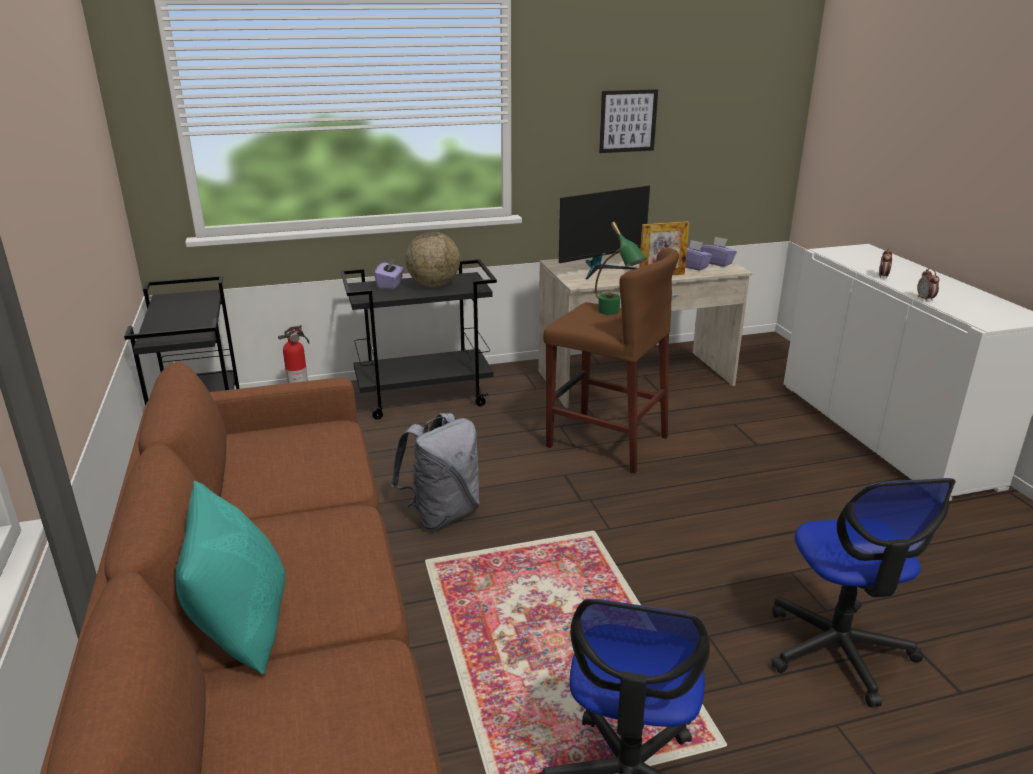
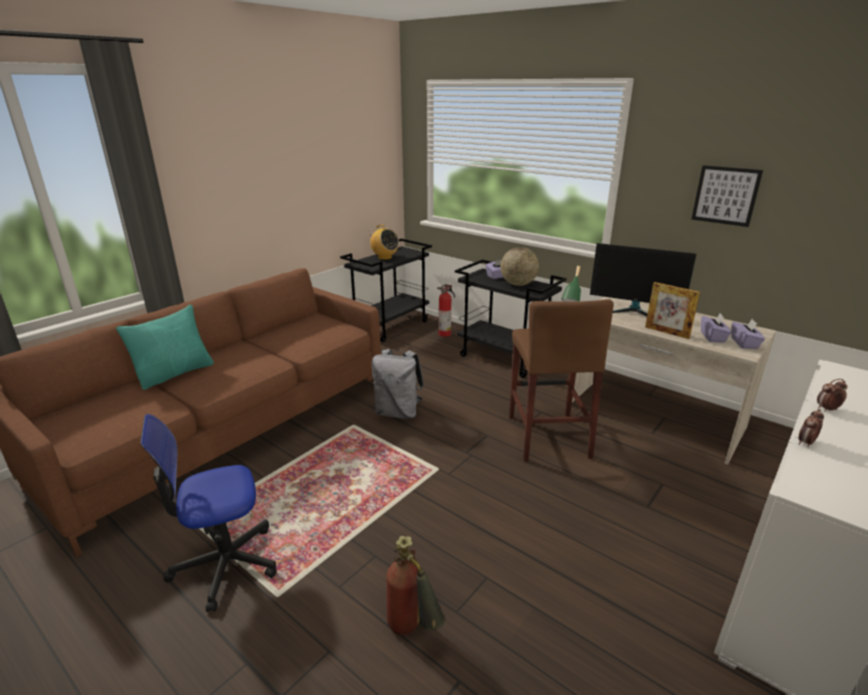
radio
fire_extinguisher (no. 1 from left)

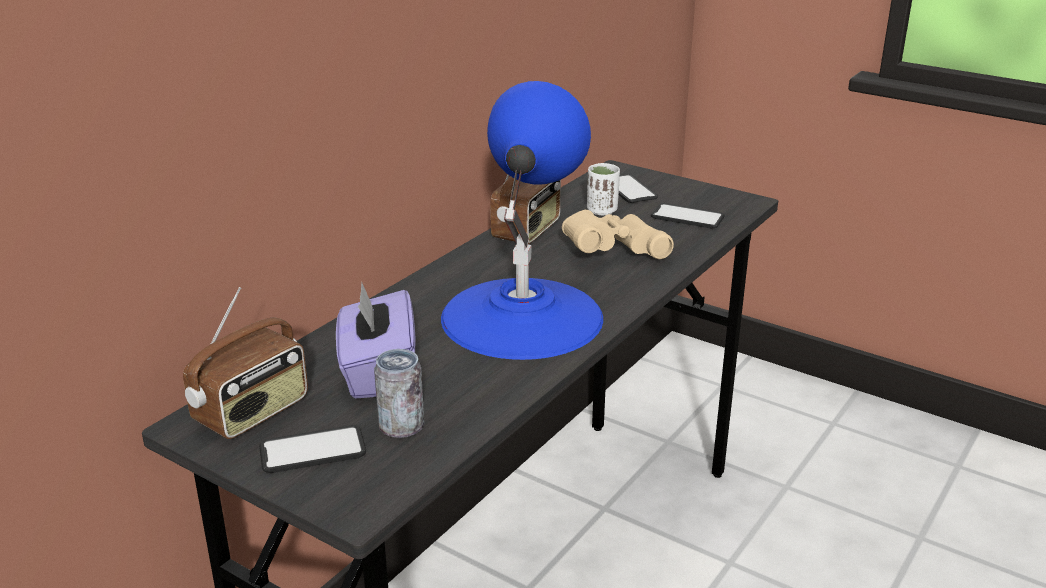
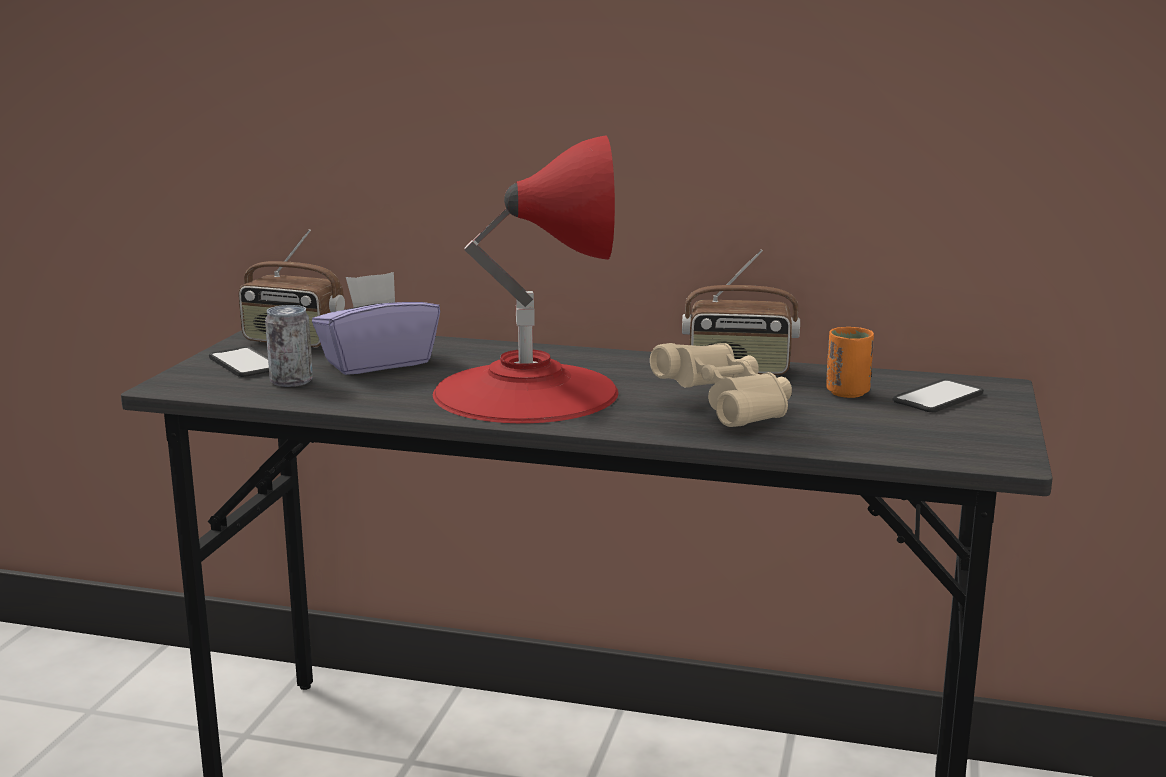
phone (no. 3 from left in the first image)
red_table_lamp
orange_cup

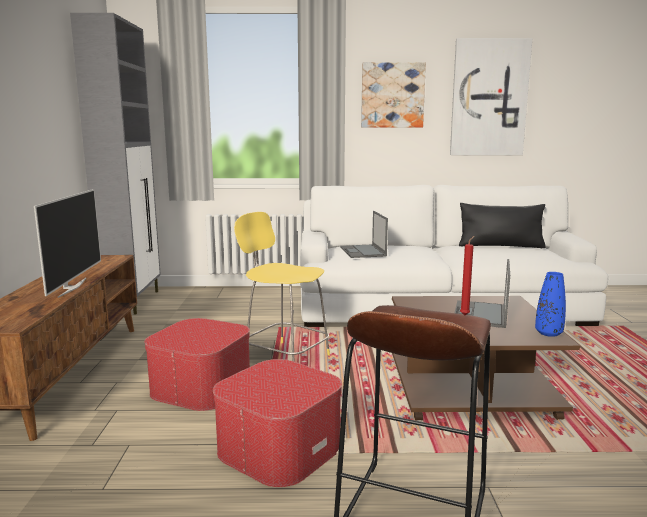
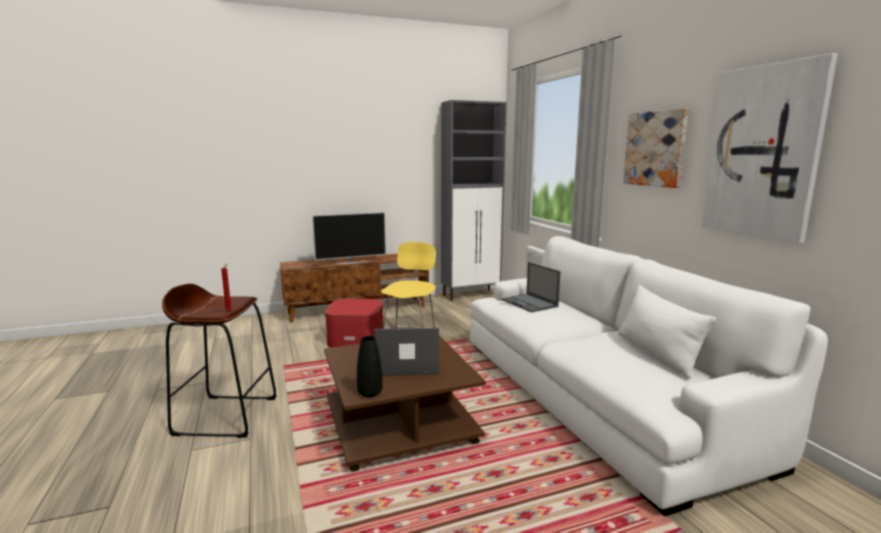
ottoman (no. 2 from left in the first image)
white_pillow
black_vase
laptop (no. 2 from left)

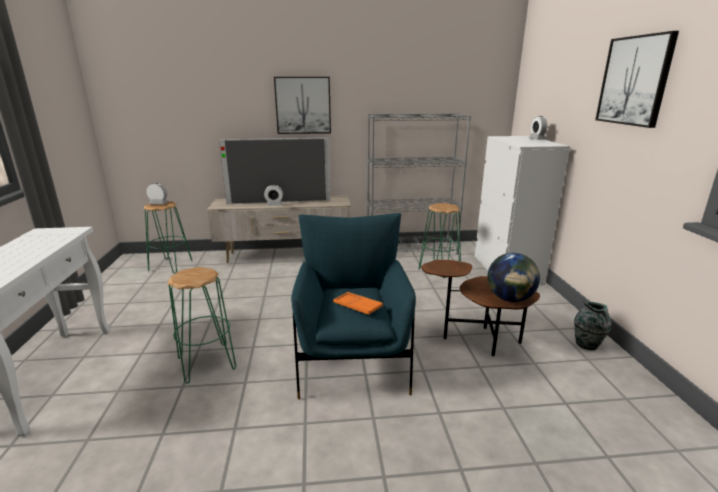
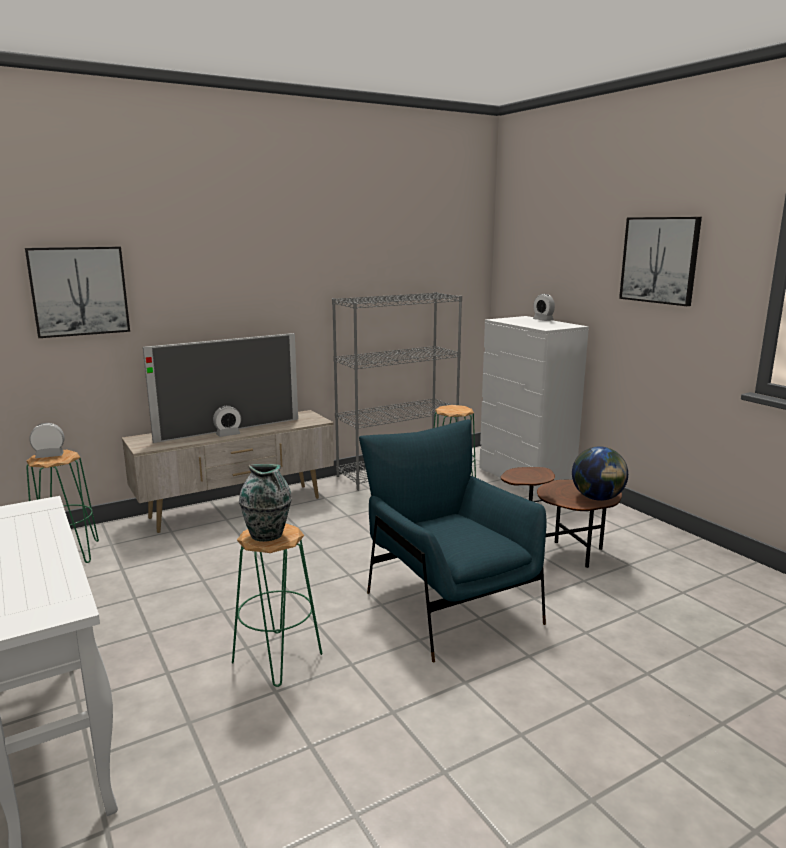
orange_tray
picture (no. 1 from left)
vase

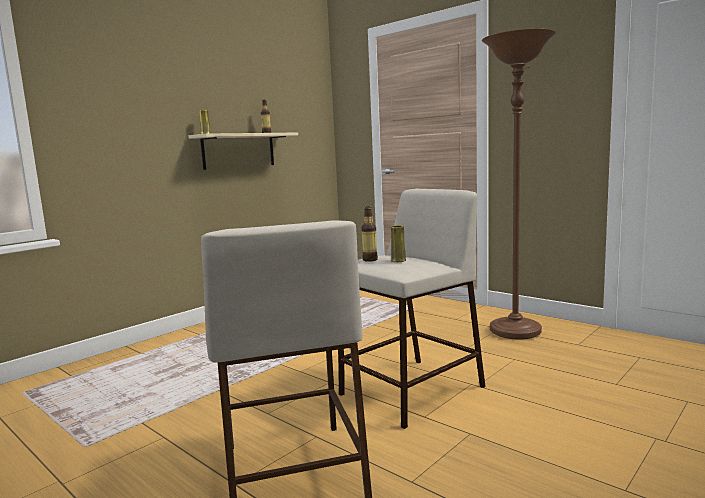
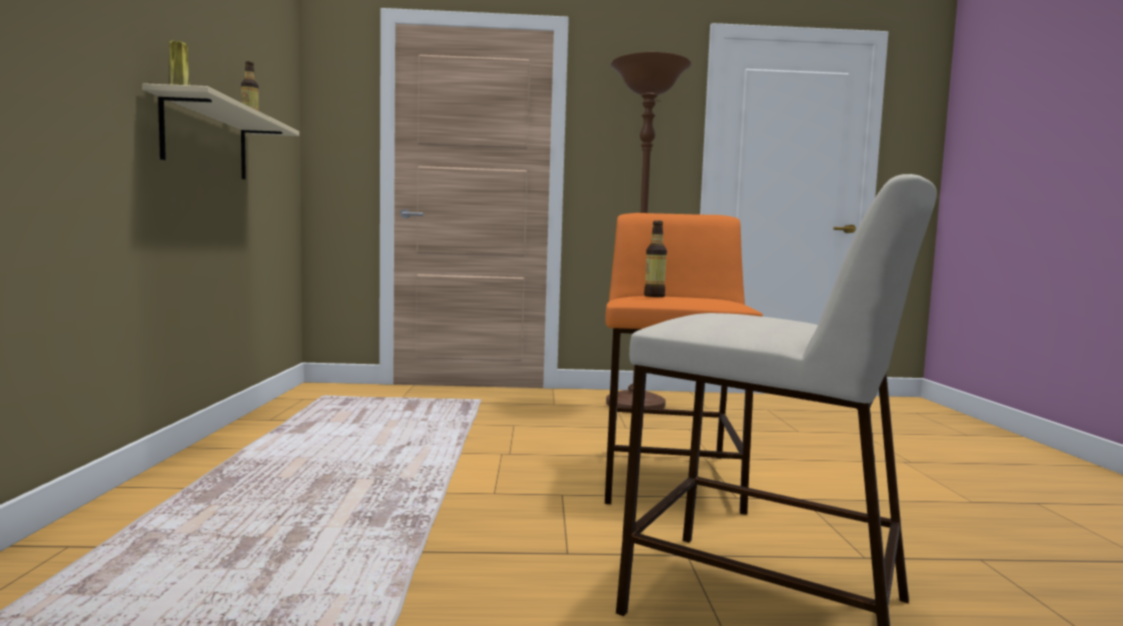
yellow_vase (no. 2 from left in the first image)
orange_stool

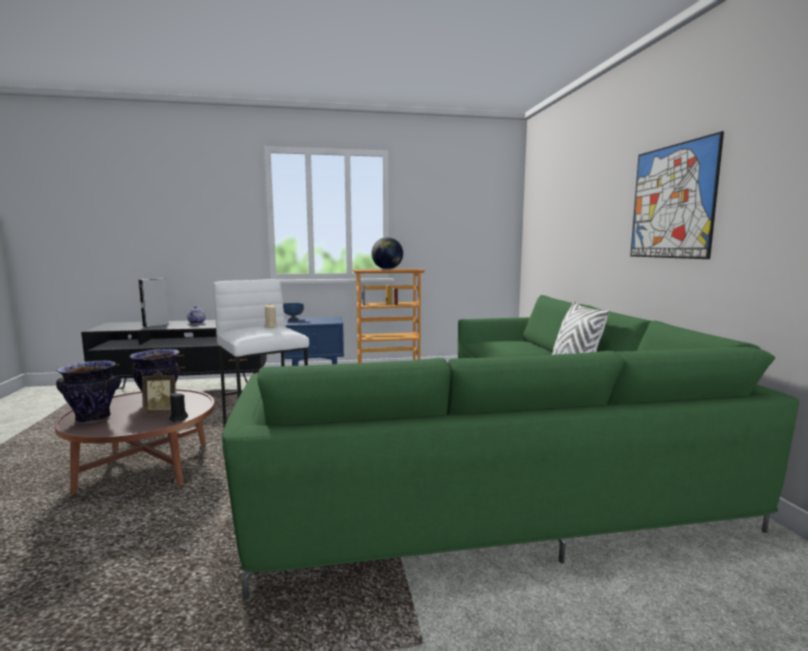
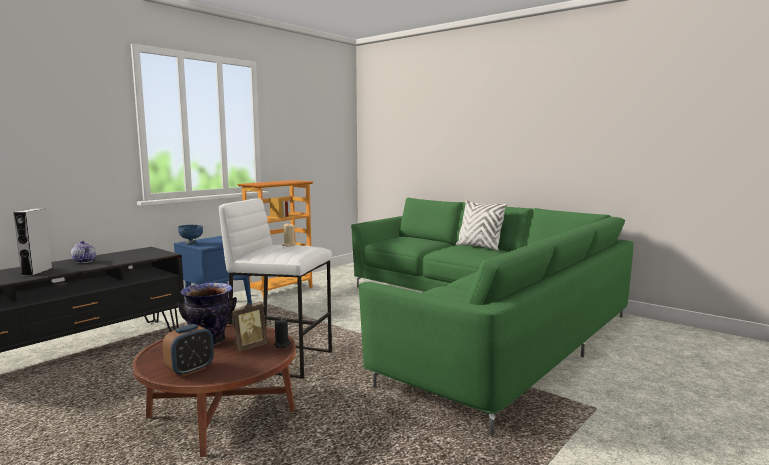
globe
picture
alarm_clock

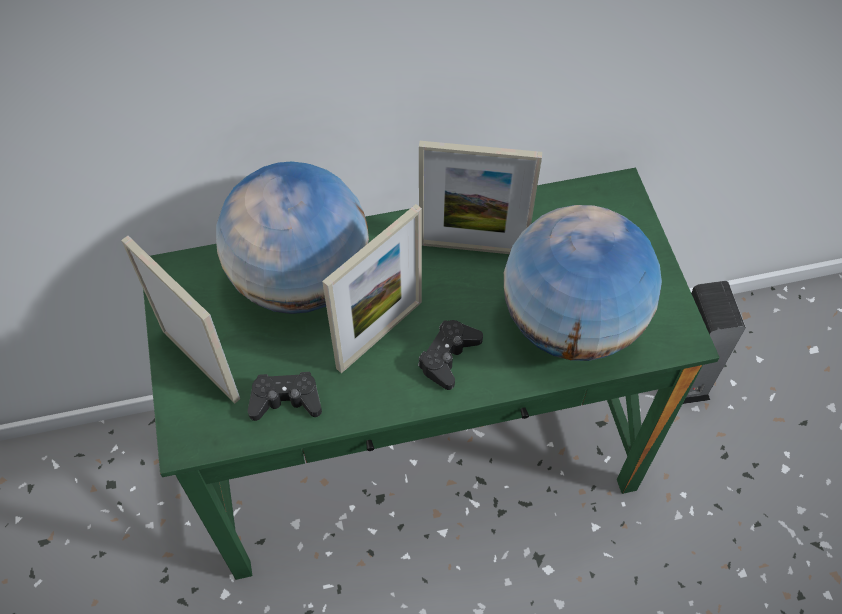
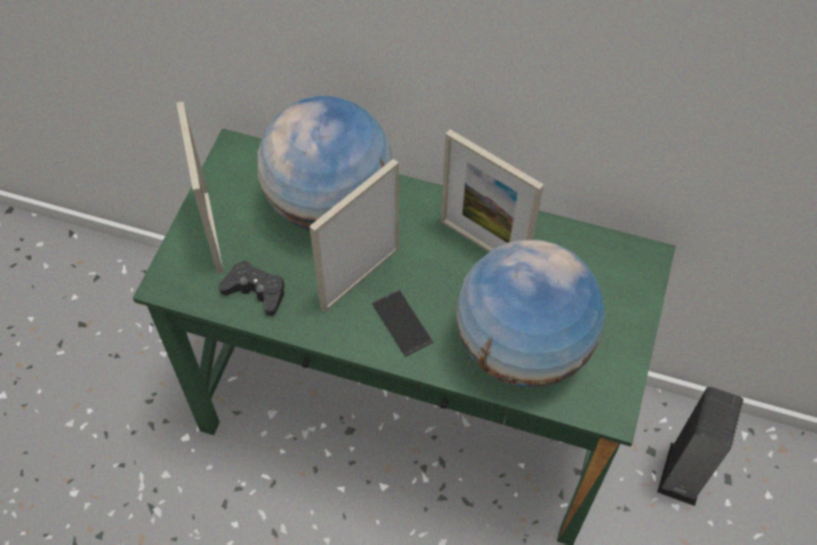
phone
picture_frame (no. 2 from left)

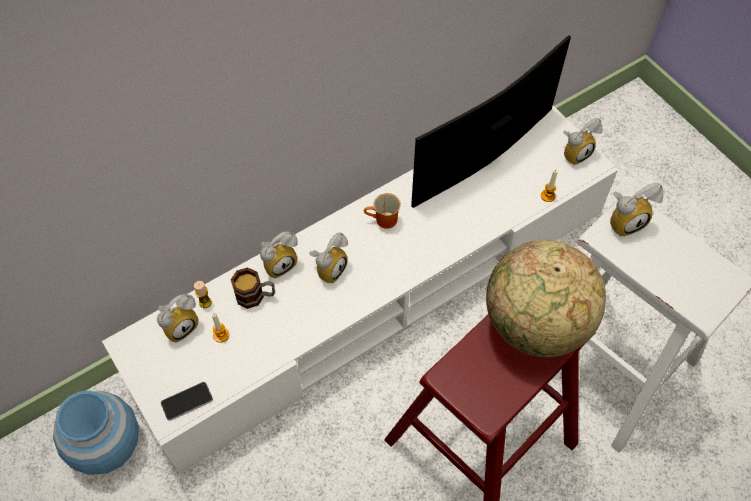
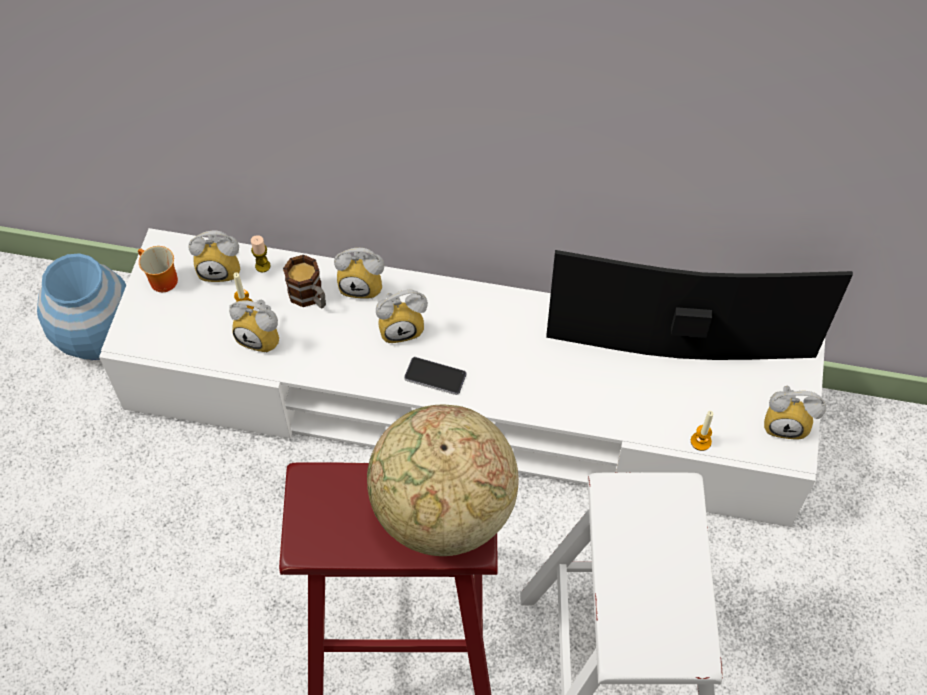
phone
mug (no. 1 from left)
alarm_clock (no. 2 from left)

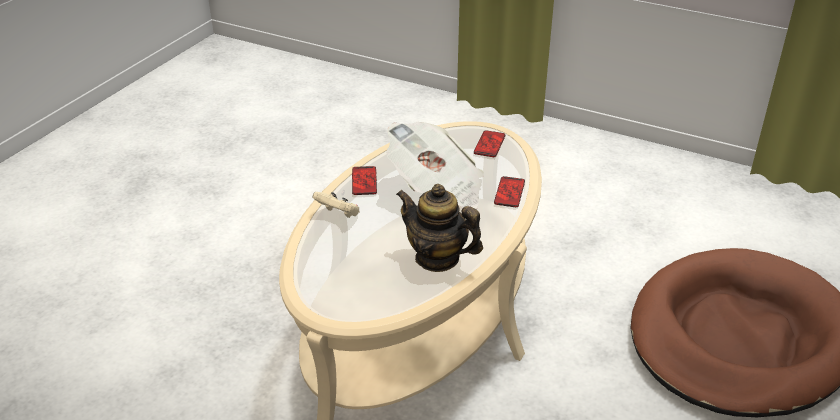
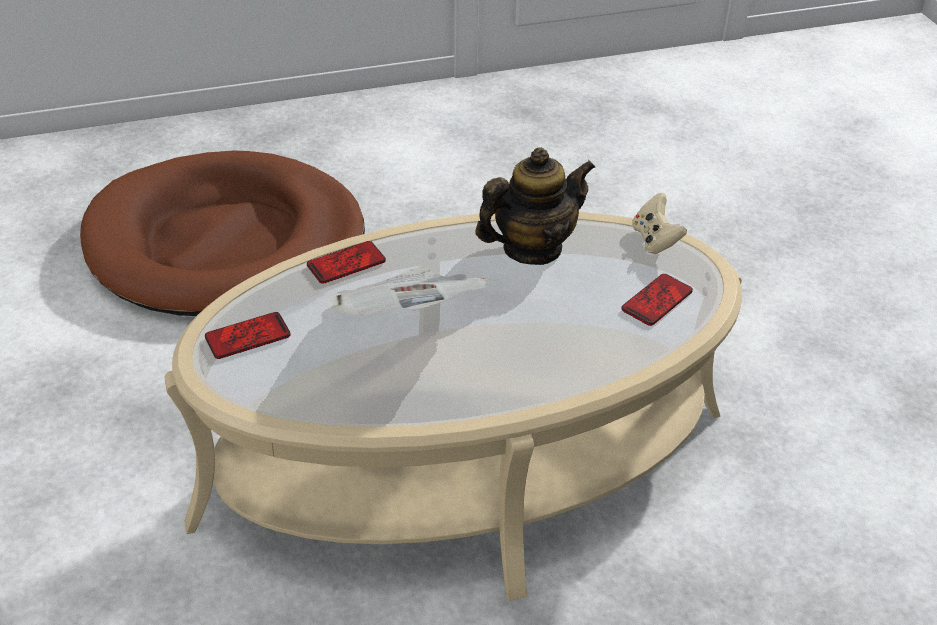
beige_game_controller
phone (no. 3 from left)
teapot

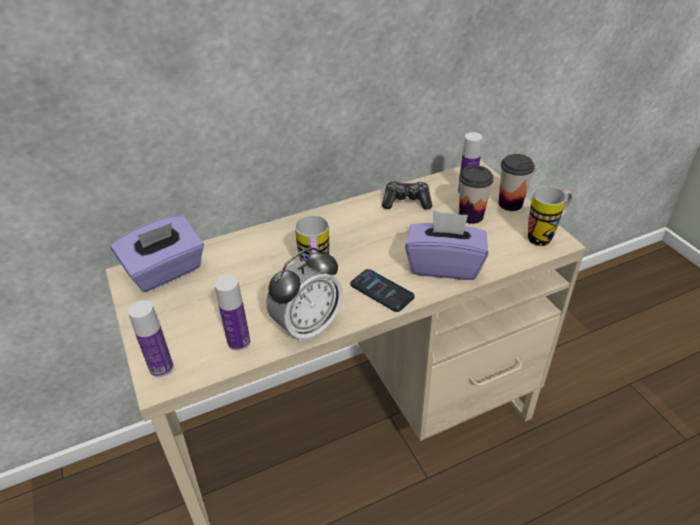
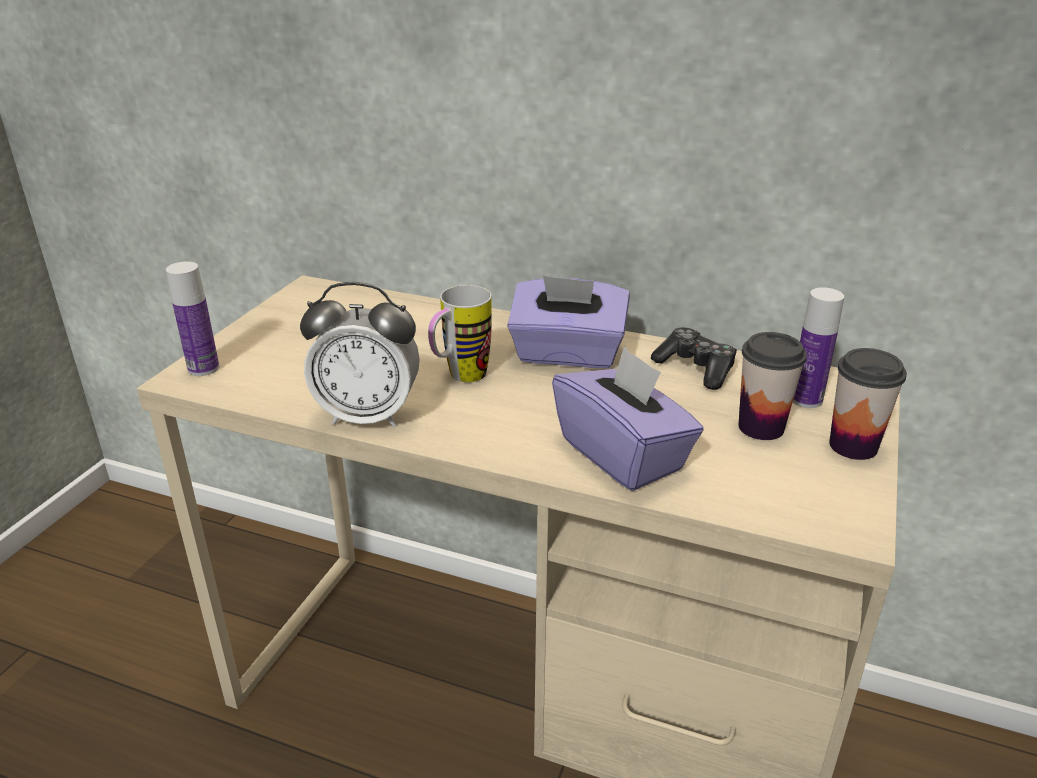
bottle (no. 2 from left in the first image)
phone
mug (no. 2 from left in the first image)
purple_tissue_box (no. 1 from left)

